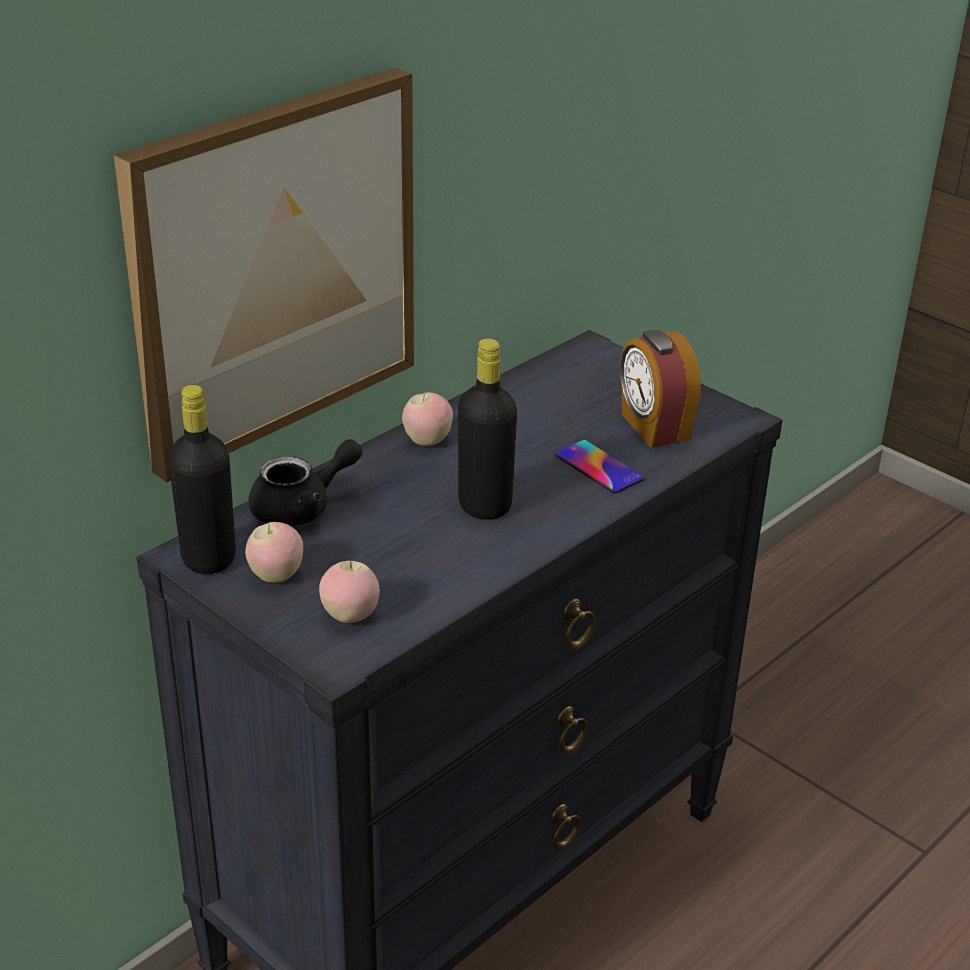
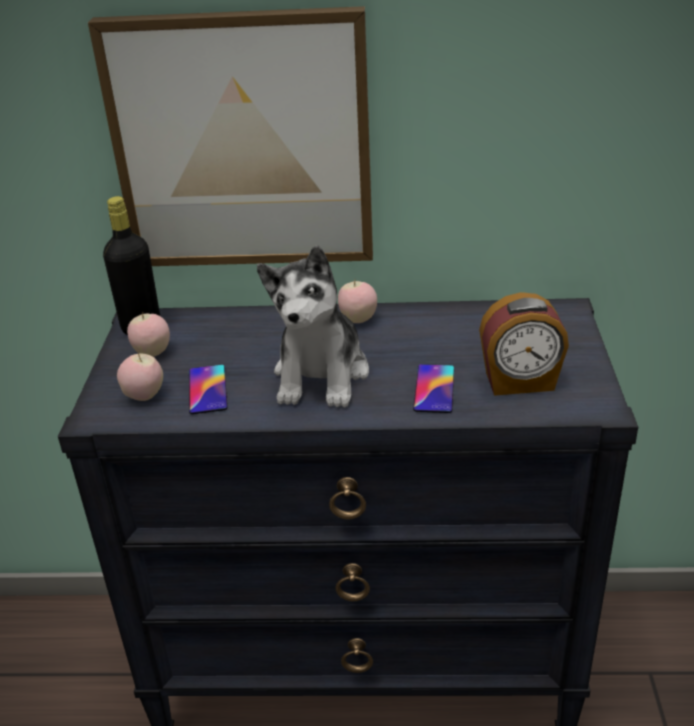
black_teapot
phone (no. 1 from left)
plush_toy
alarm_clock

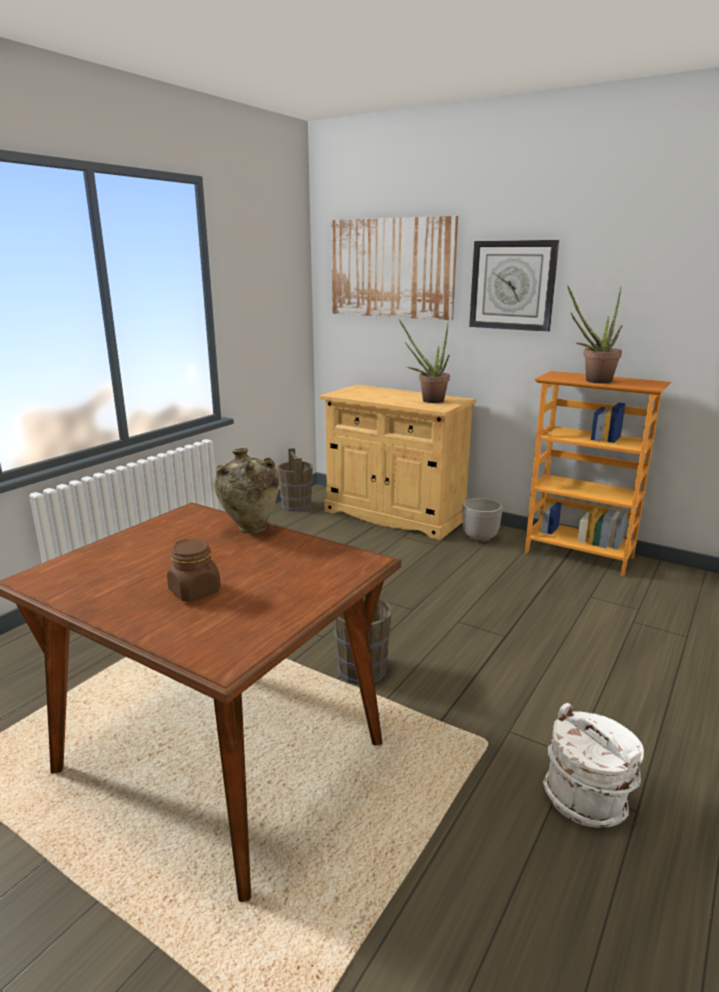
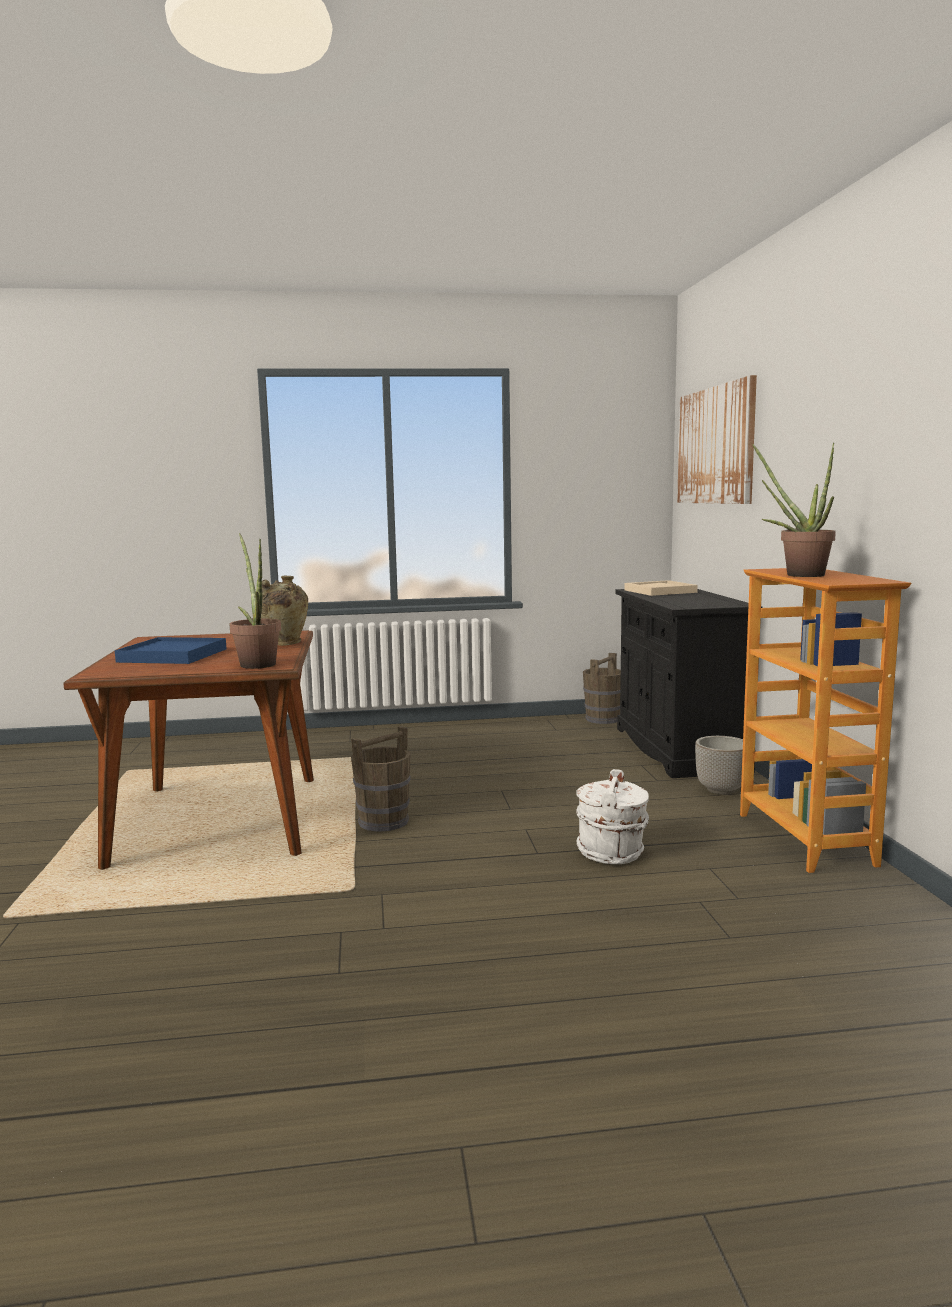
wall_clock
beige_tray
potted_plant (no. 1 from left)
white_bucket
blue_tray
black_cabinet

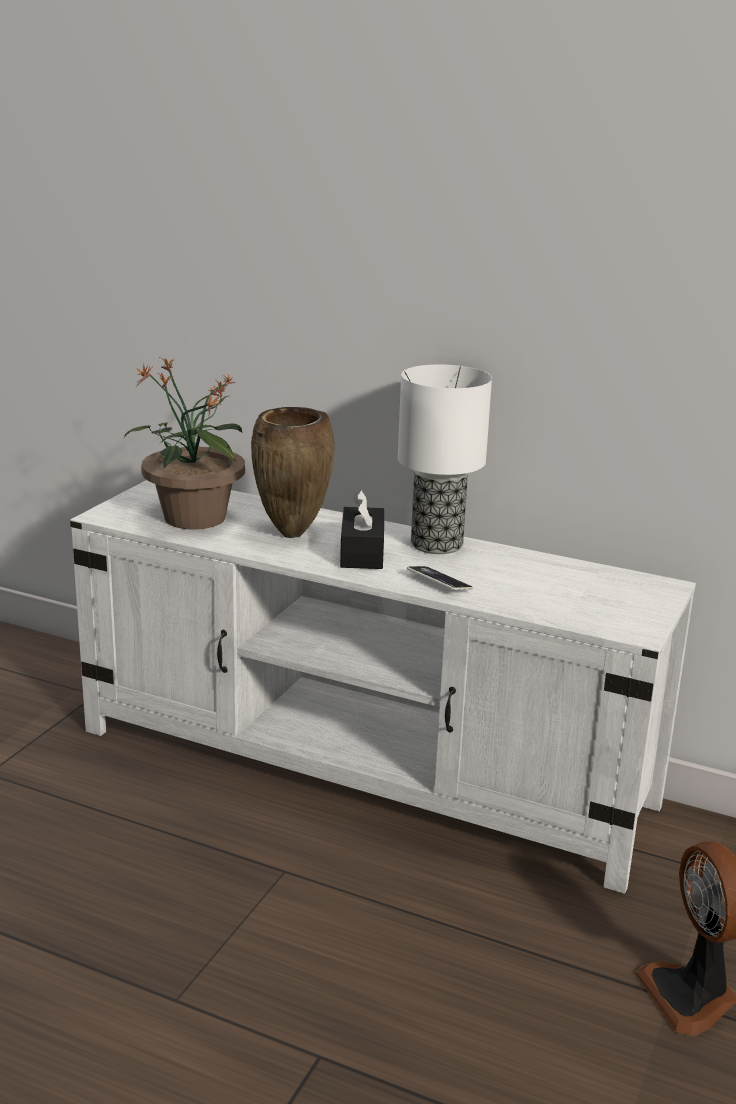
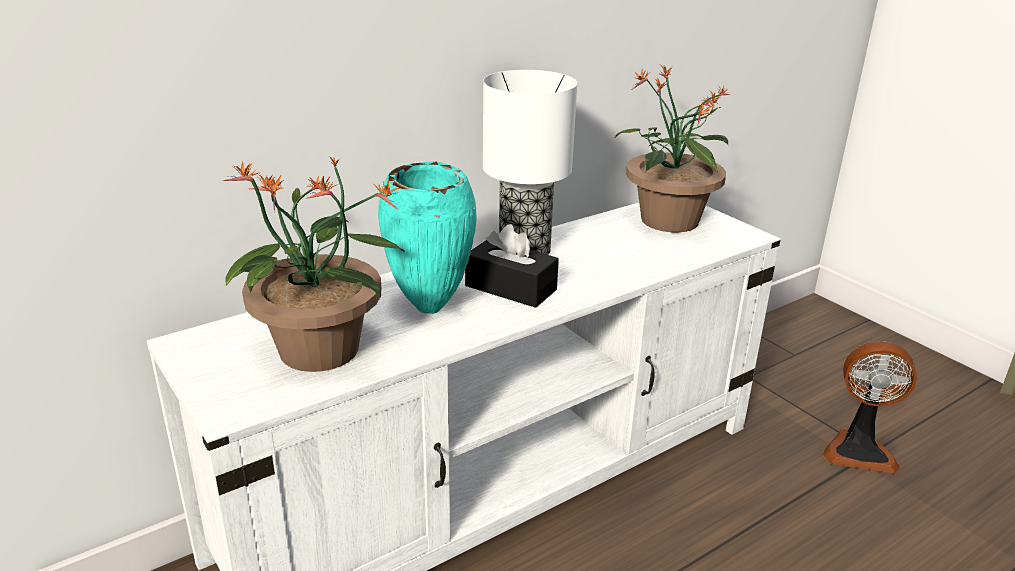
phone
potted_plant (no. 2 from left)
turquoise_vase

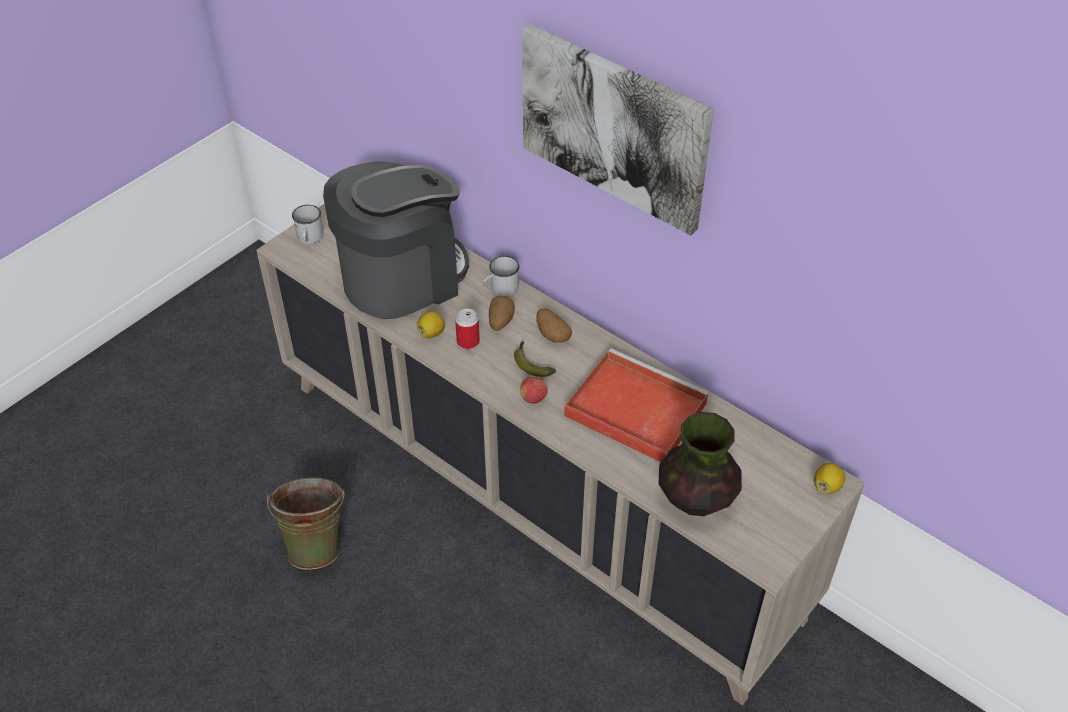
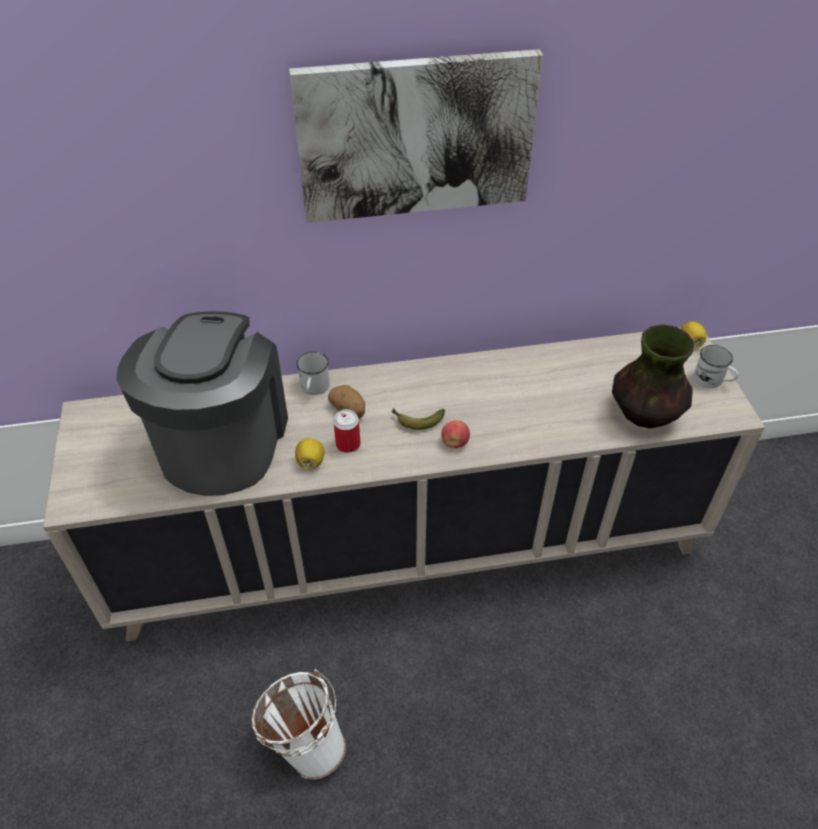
potato (no. 2 from left in the first image)
red_tray
white_mug (no. 2 from left)
white_bucket

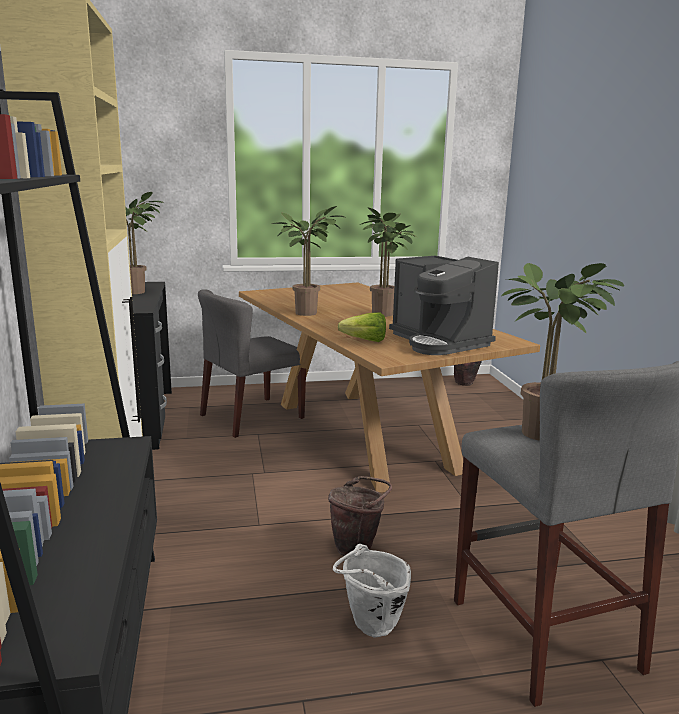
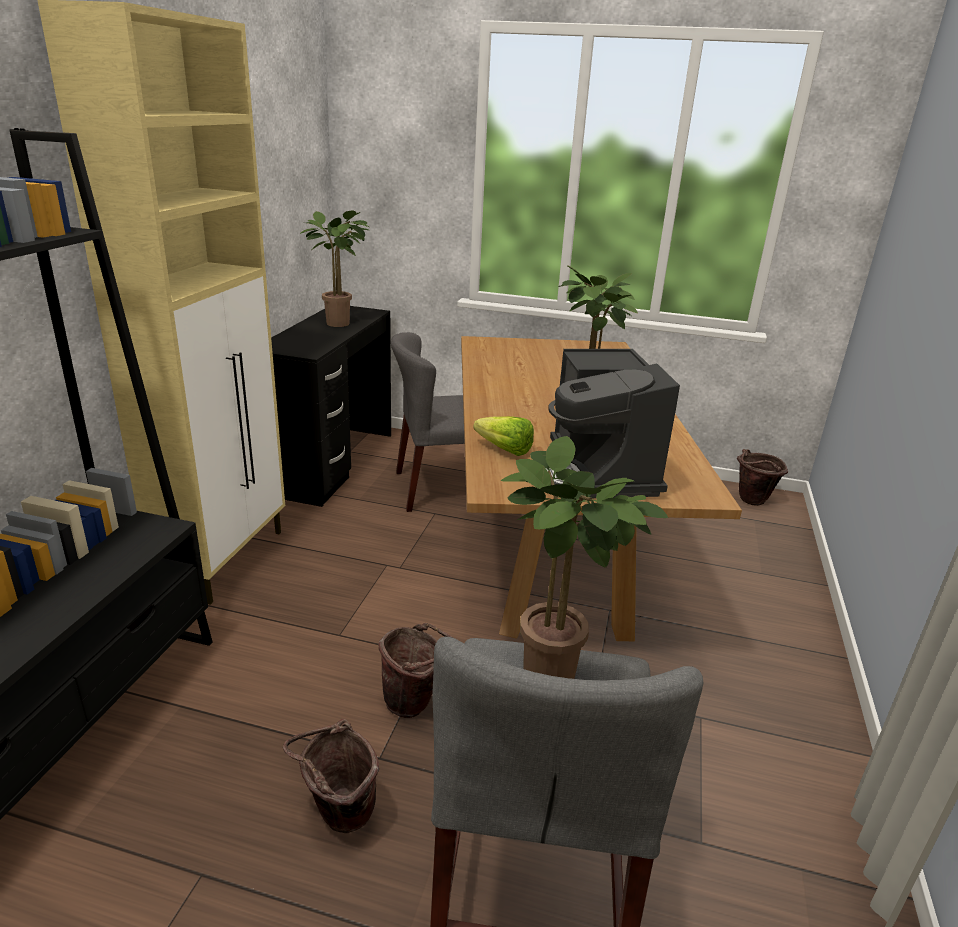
potted_plant (no. 2 from left in the first image)
brown_bucket (no. 1 from left)

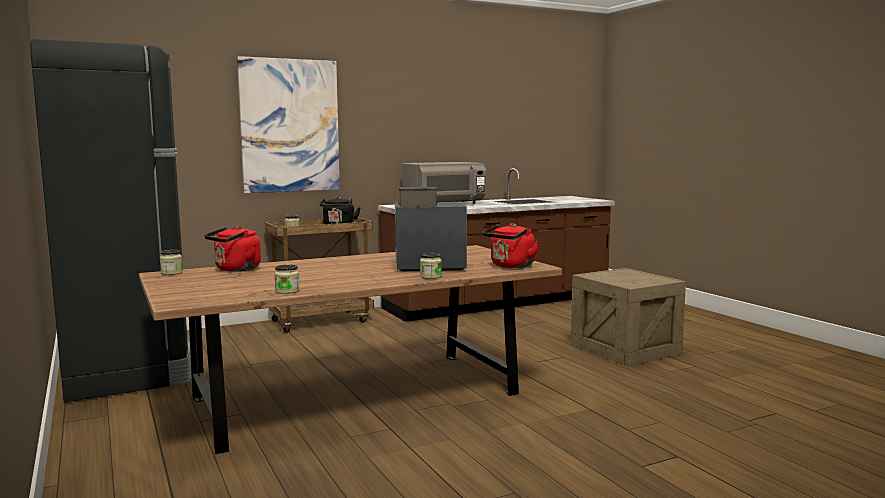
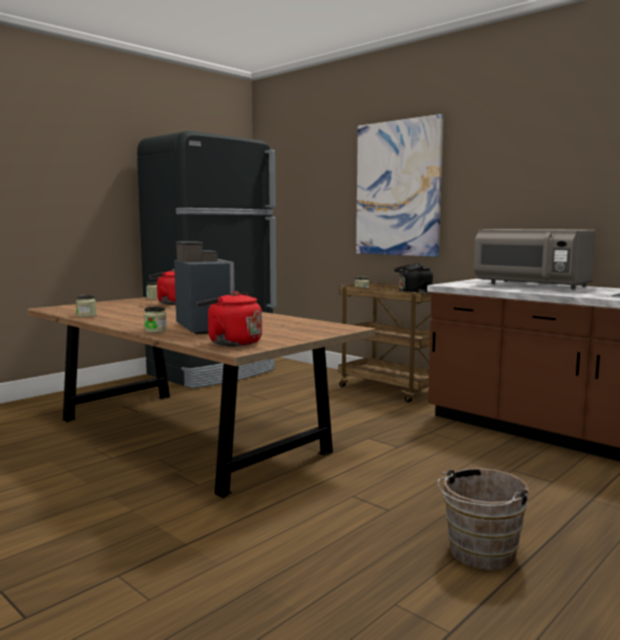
brown_bucket

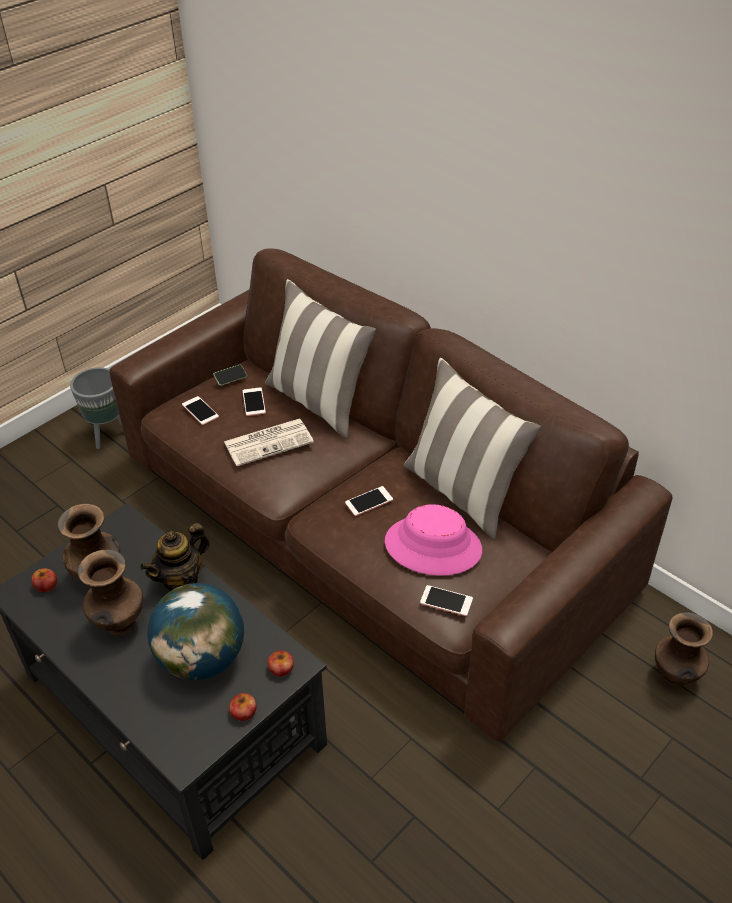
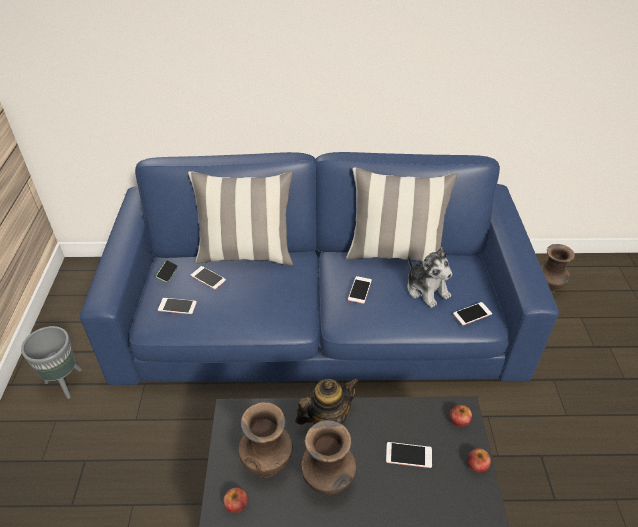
newspaper
phone (no. 5 from left)
plush_toy
blue_sofa
teapot

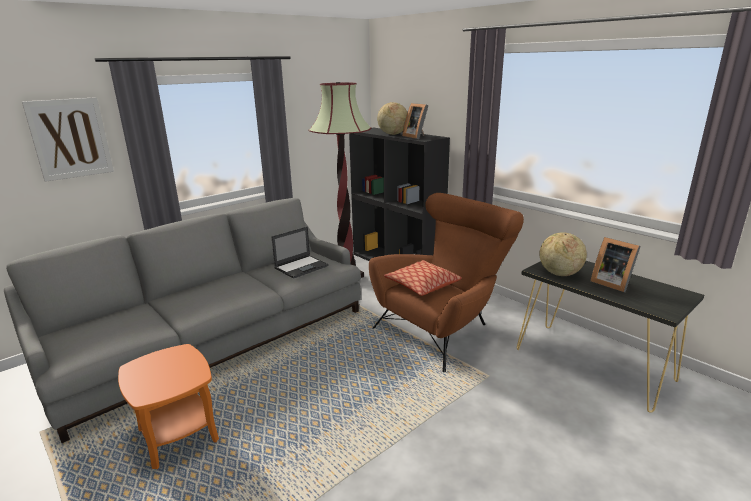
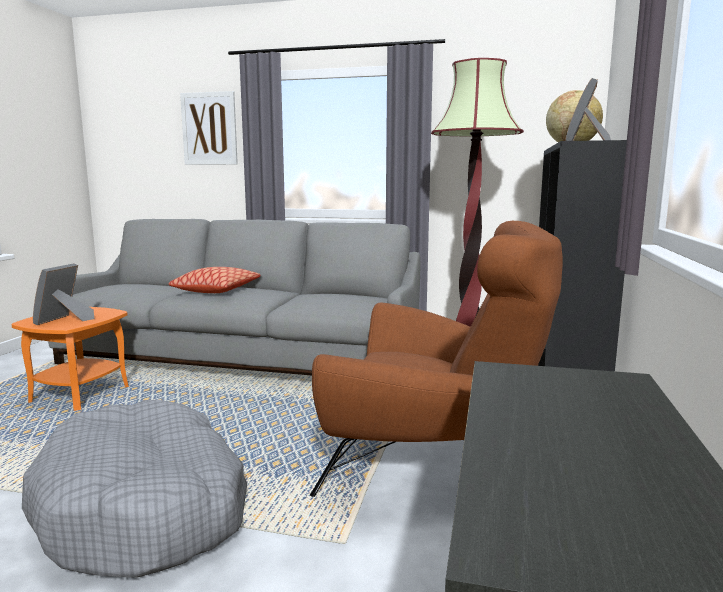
laptop
globe (no. 2 from left in the first image)
grey_dog_bed
pillow
picture_frame (no. 1 from left)

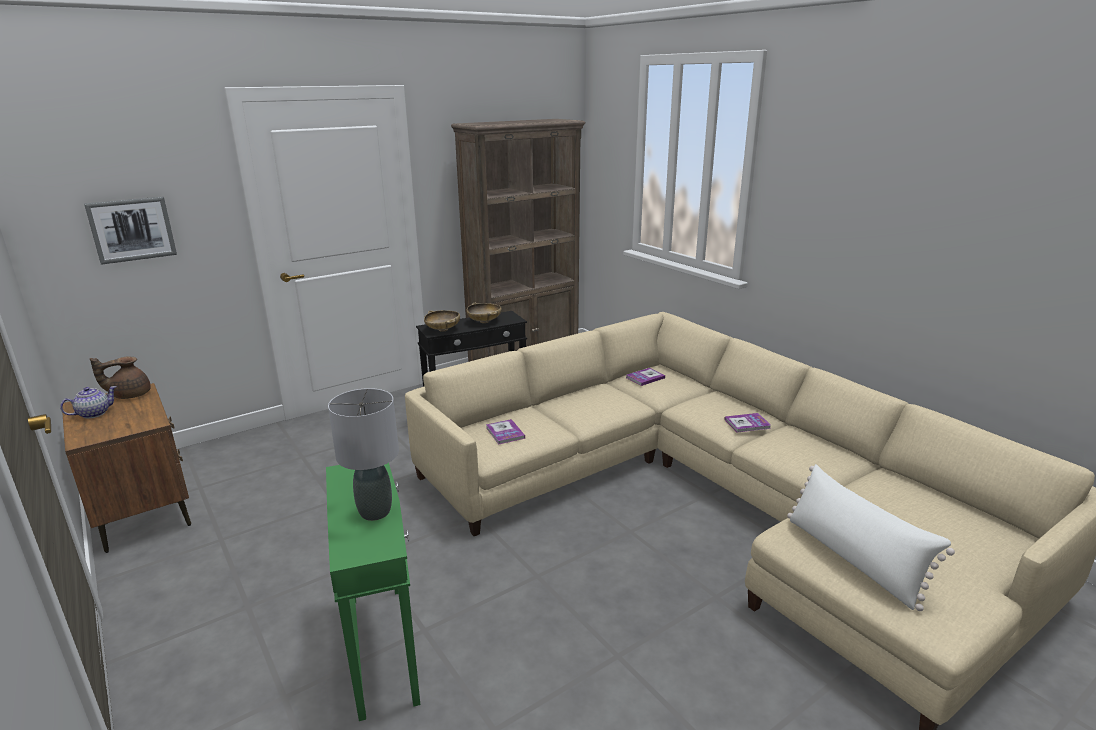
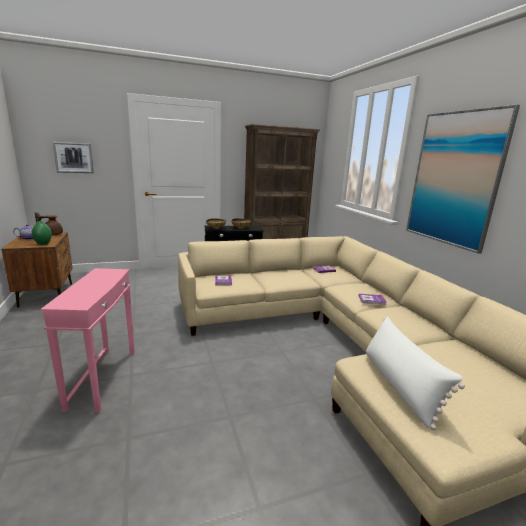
grey_table_lamp
green_vase
picture (no. 2 from left)
pink_side_table

